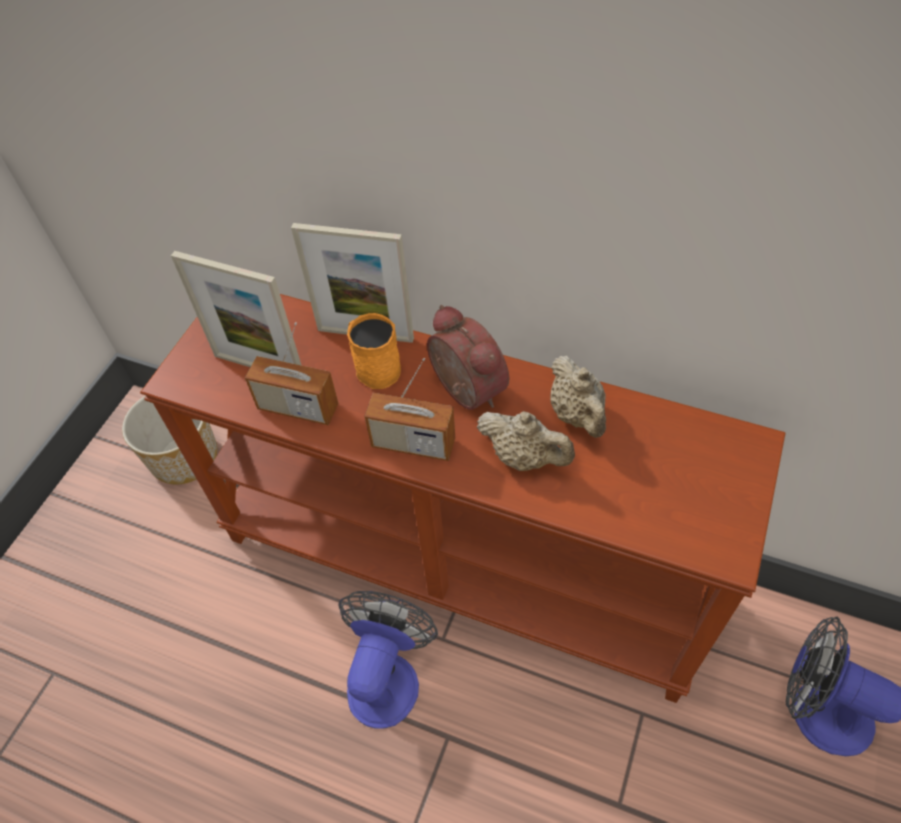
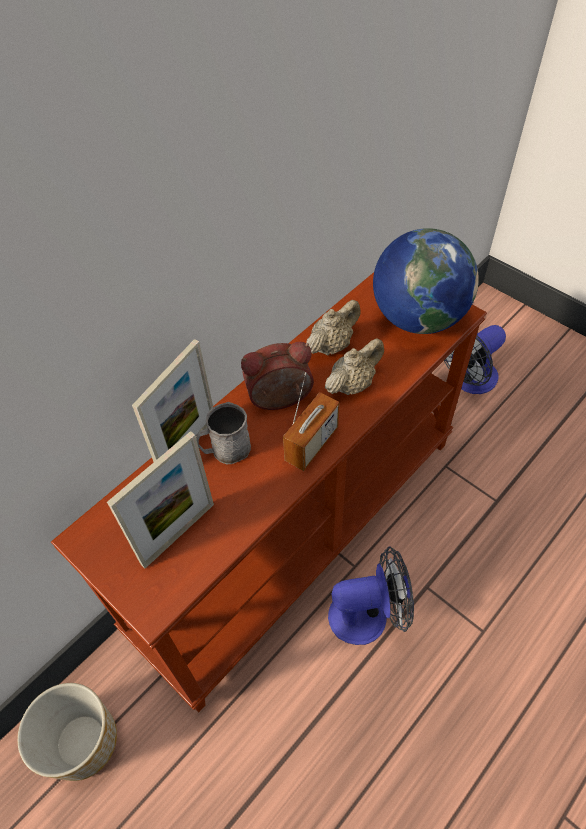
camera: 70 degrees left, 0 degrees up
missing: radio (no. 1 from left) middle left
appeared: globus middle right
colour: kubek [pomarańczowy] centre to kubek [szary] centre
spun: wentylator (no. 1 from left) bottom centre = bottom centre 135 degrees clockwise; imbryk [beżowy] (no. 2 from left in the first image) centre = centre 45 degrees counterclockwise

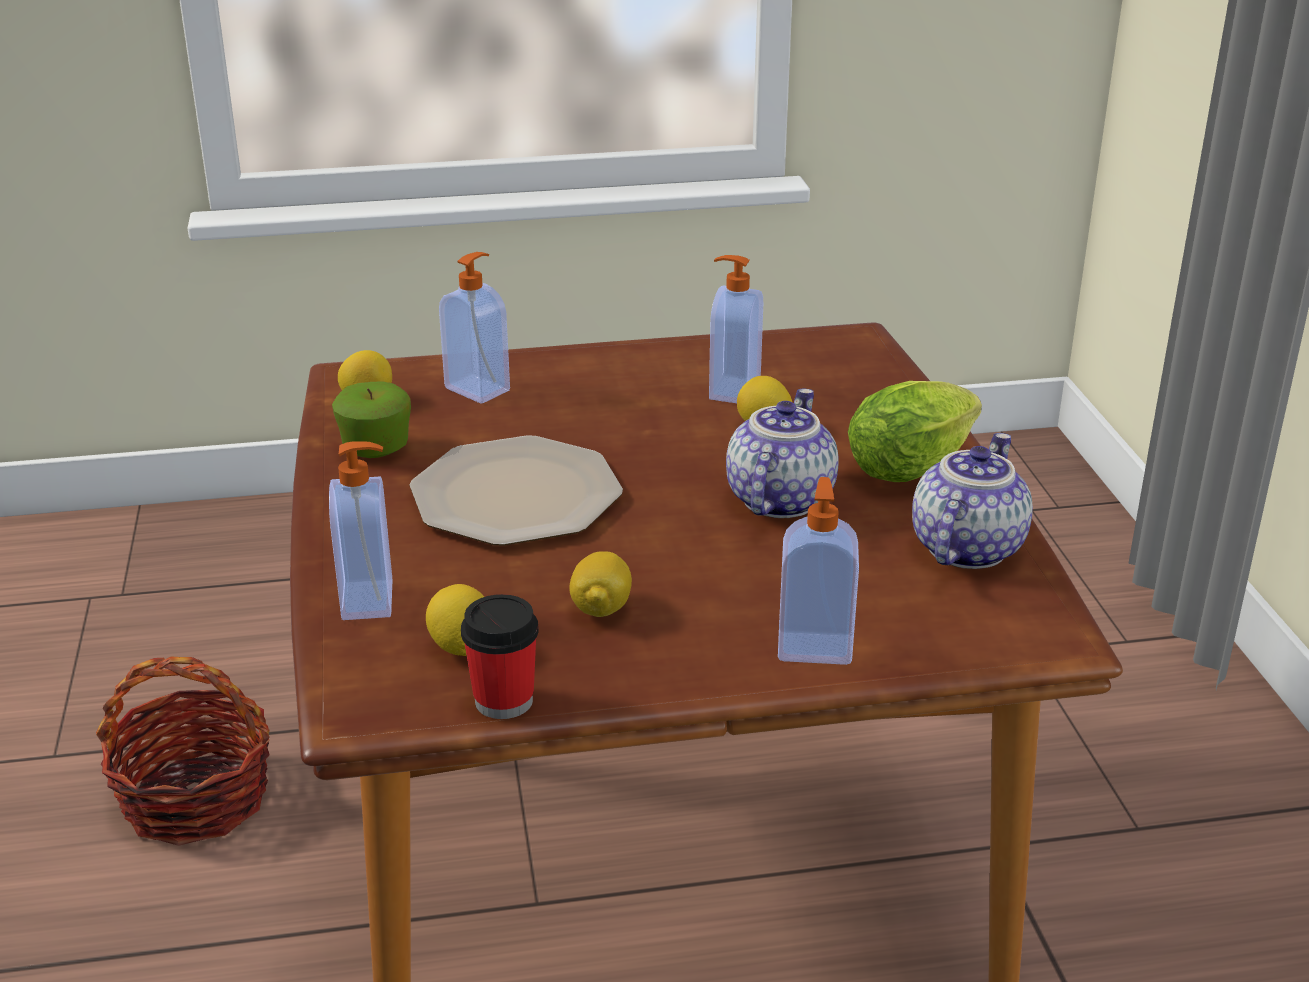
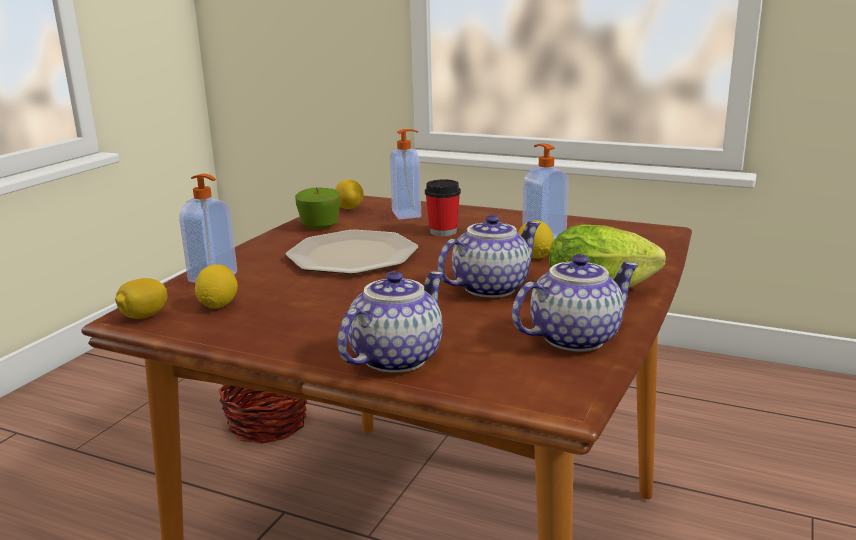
camera: 35 degrees right, 10 degrees down
relocated: filiżanka bottom centre to centre; cytryna (no. 3 from left in the first image) centre to cytryna (no. 1 from left) middle left
exchanged: dozownik mydła (no. 4 from left) centre to imbryk (no. 1 from left) centre

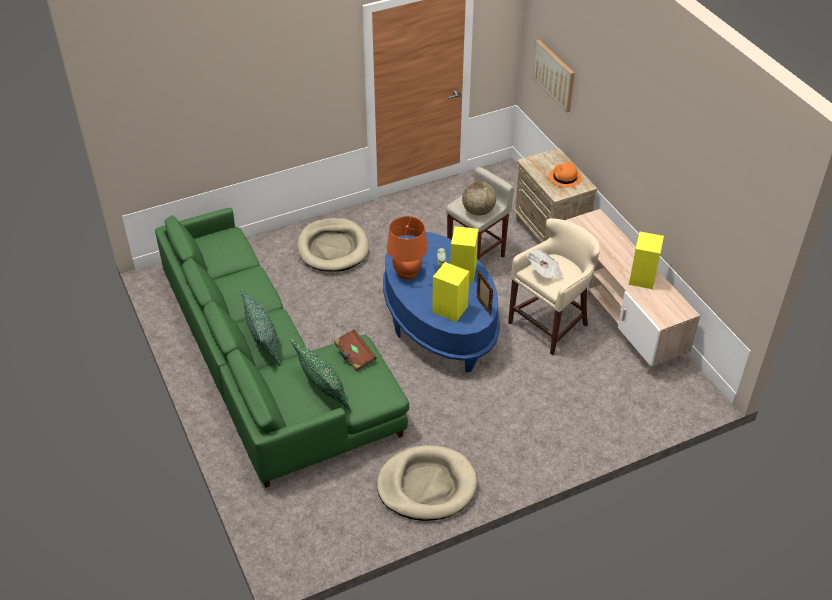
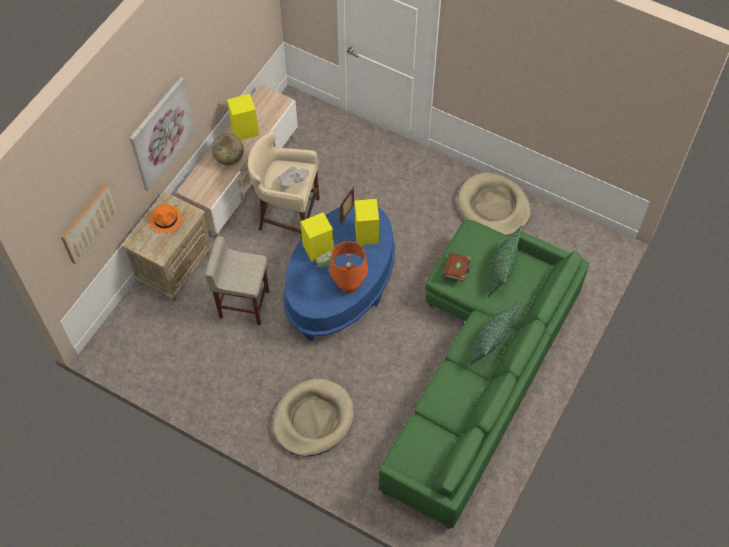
camera: 125 degrees left, 15 degrees up
appeared: obraz (no. 2 from left) top left
relocated: globus top centre to top left

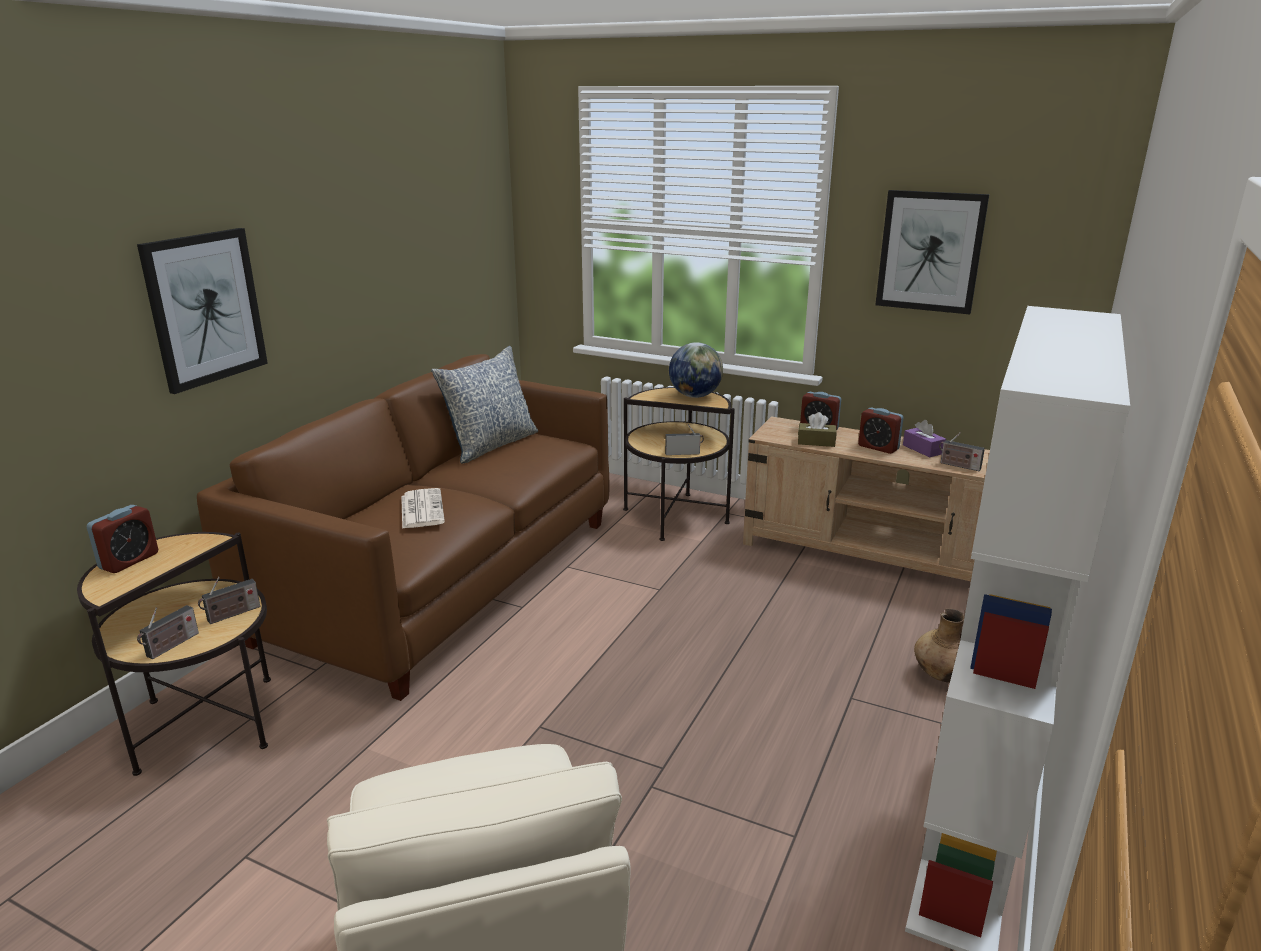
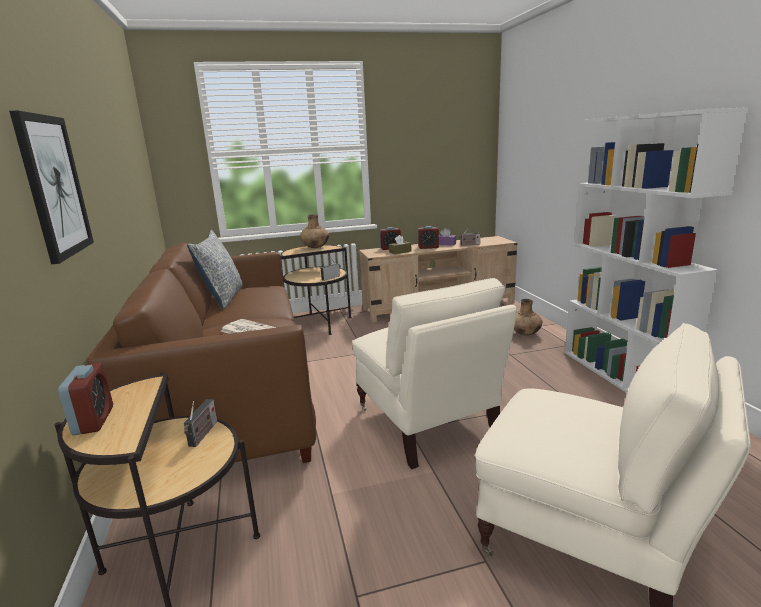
camera: 40 degrees left, 5 degrees down
missing: radio (no. 1 from left) middle left; obraz (no. 2 from left) top right
appeared: fotel [beżowy] (no. 1 from left) centre
exchanged: globus centre to wazon [brązowy] (no. 1 from left) centre

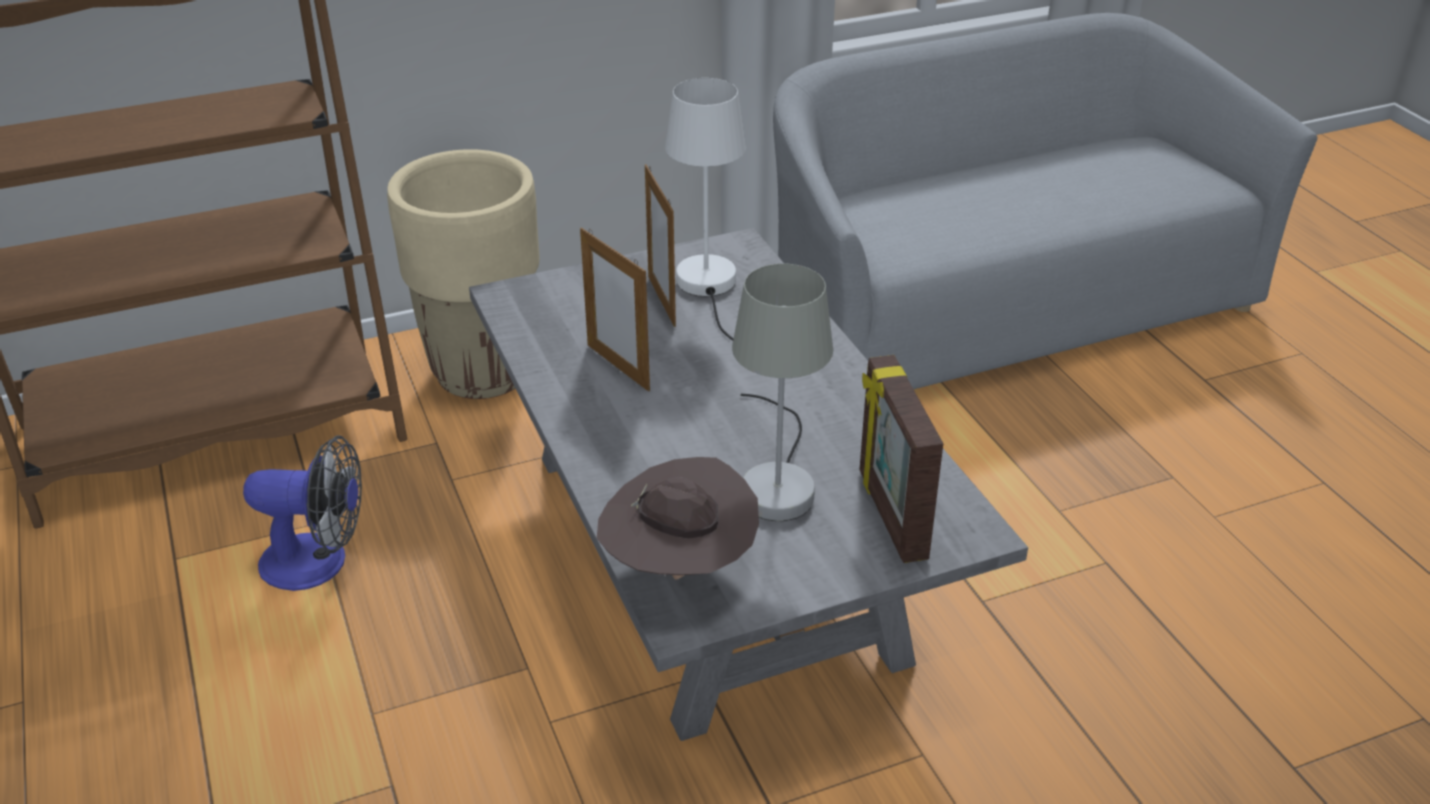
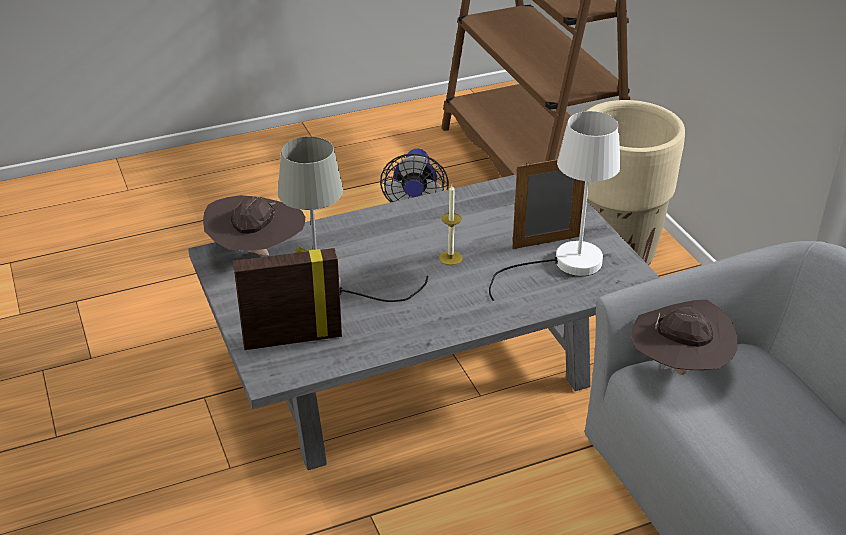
camera: 90 degrees right, 0 degrees up
missing: ramka na zdjęcie (no. 1 from left) centre
appeared: świeca centre; kapelusz [brązowy] (no. 2 from left) middle right

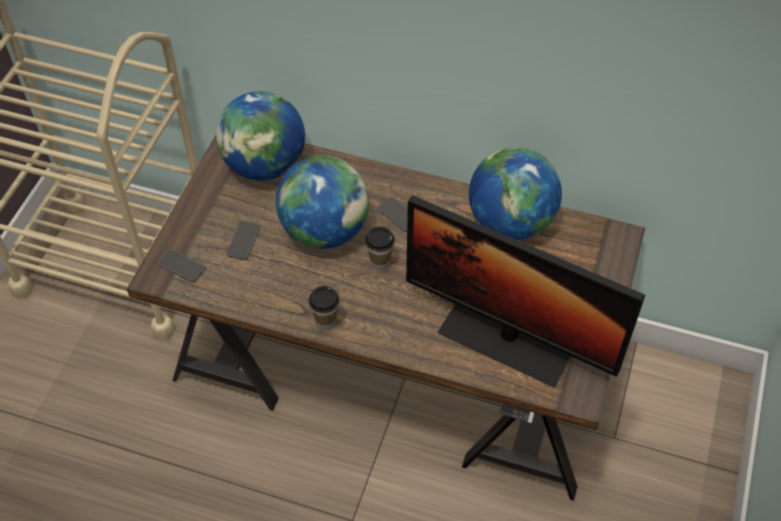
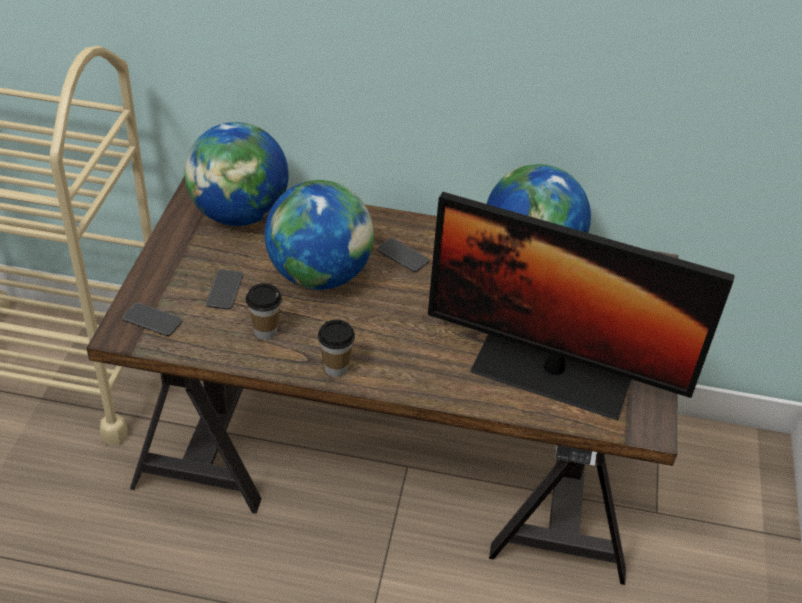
camera: 10 degrees left, 10 degrees down
relocated: filiżanka (no. 2 from left in the first image) centre to filiżanka (no. 1 from left) middle left

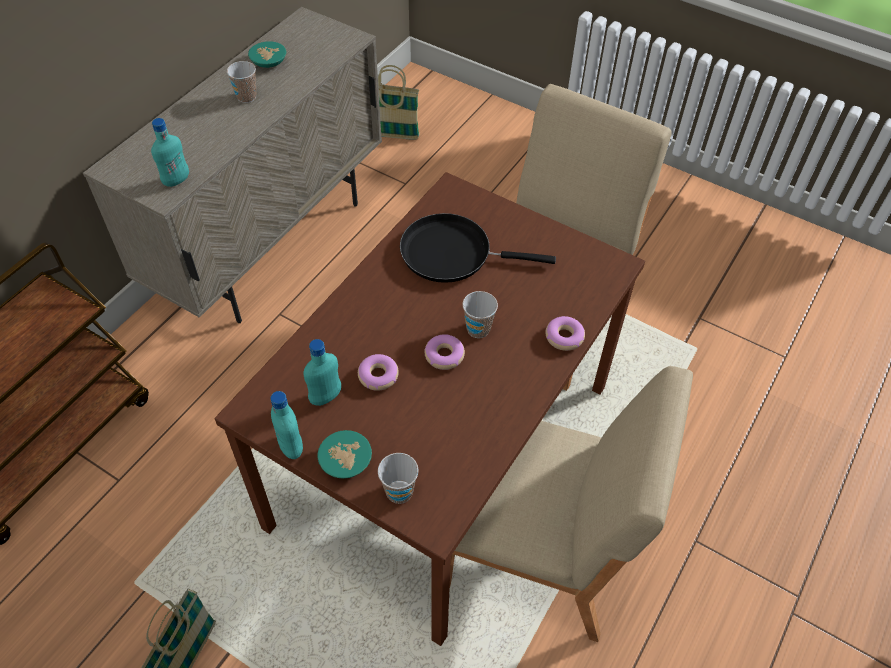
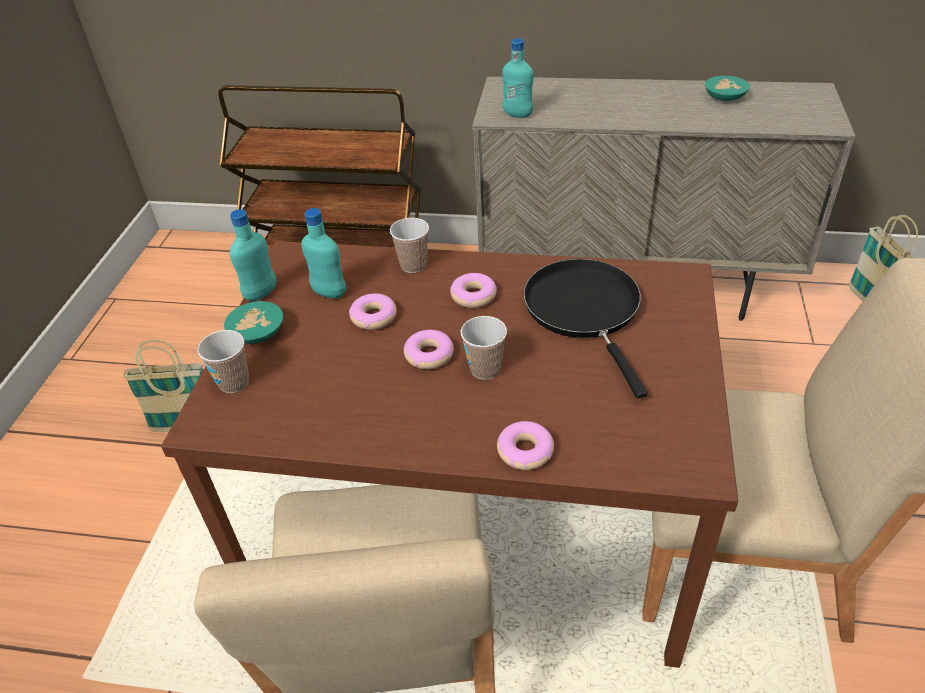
camera: 70 degrees right, 10 degrees down
appeared: donut (no. 3 from left) centre
relocated: filiżanka (no. 1 from left in the first image) top left to filiżanka (no. 2 from left) centre

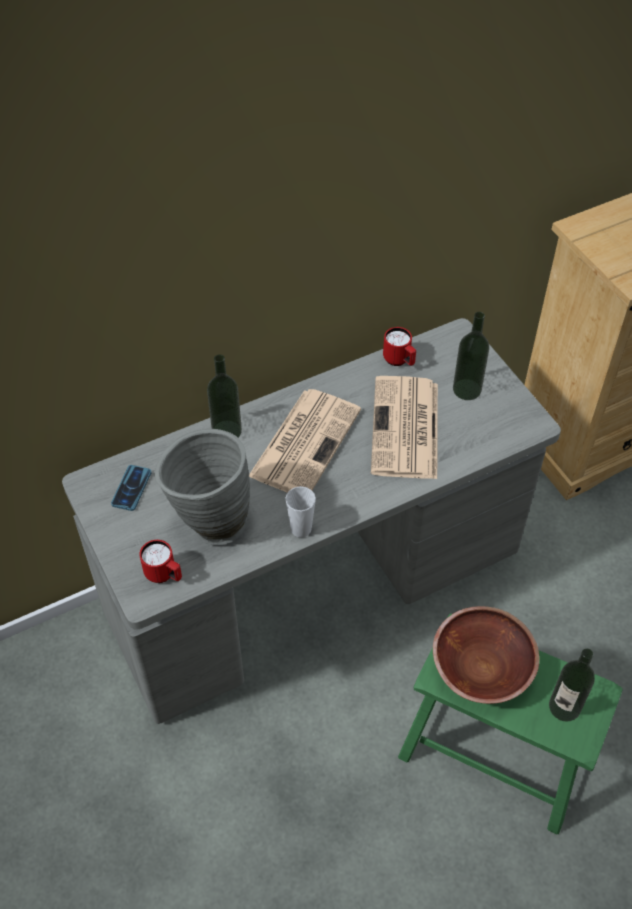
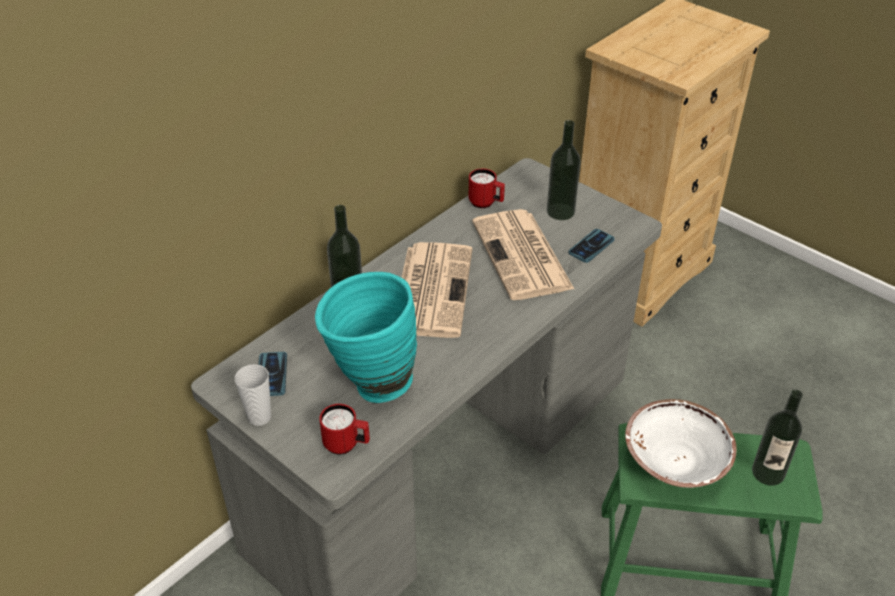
camera: 20 degrees left, 10 degrees down
appeared: telefon (no. 2 from left) centre
relocated: filiżanka centre to middle left
colour: wazon [szary] middle left to wazon [turkusowy] centre; miska [brązowy] bottom right to miska [biały] bottom right

